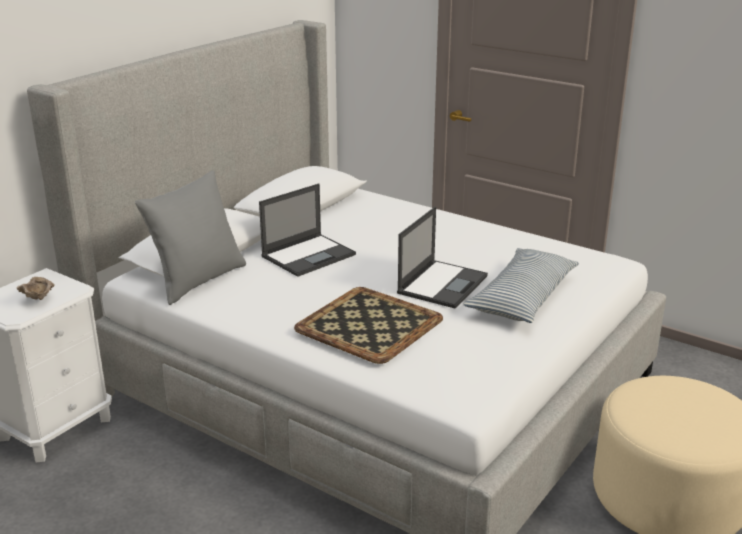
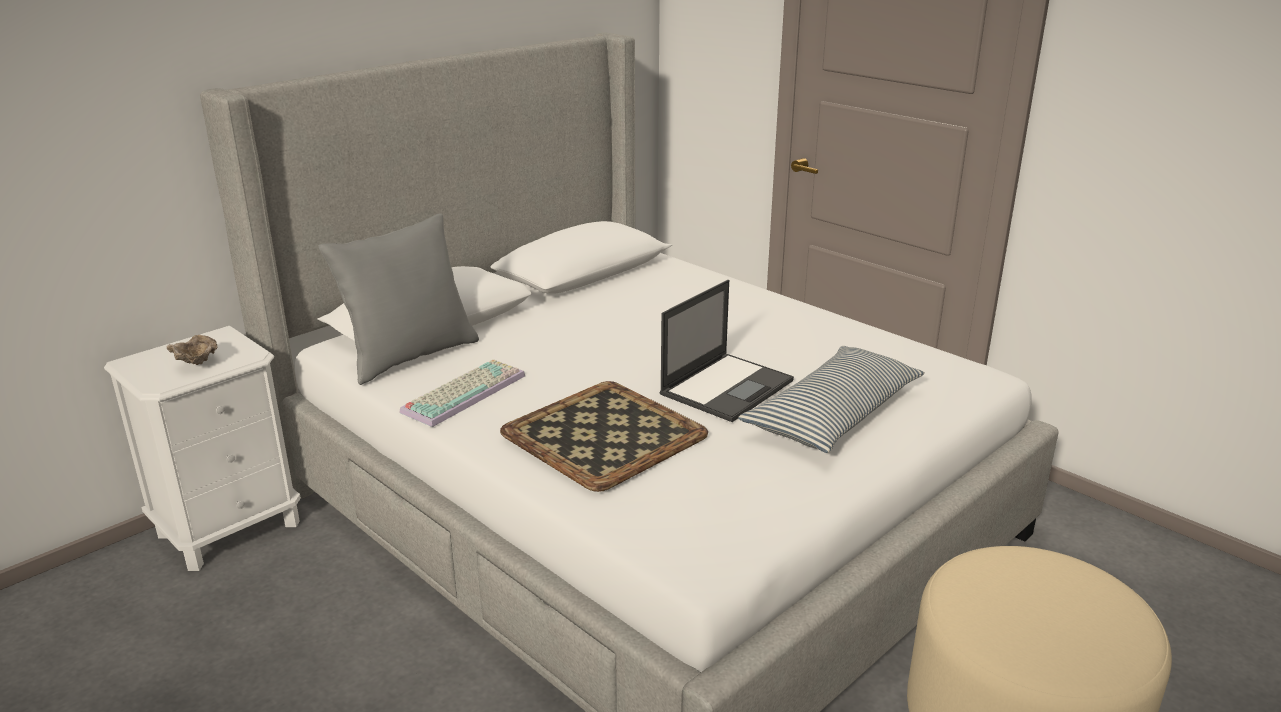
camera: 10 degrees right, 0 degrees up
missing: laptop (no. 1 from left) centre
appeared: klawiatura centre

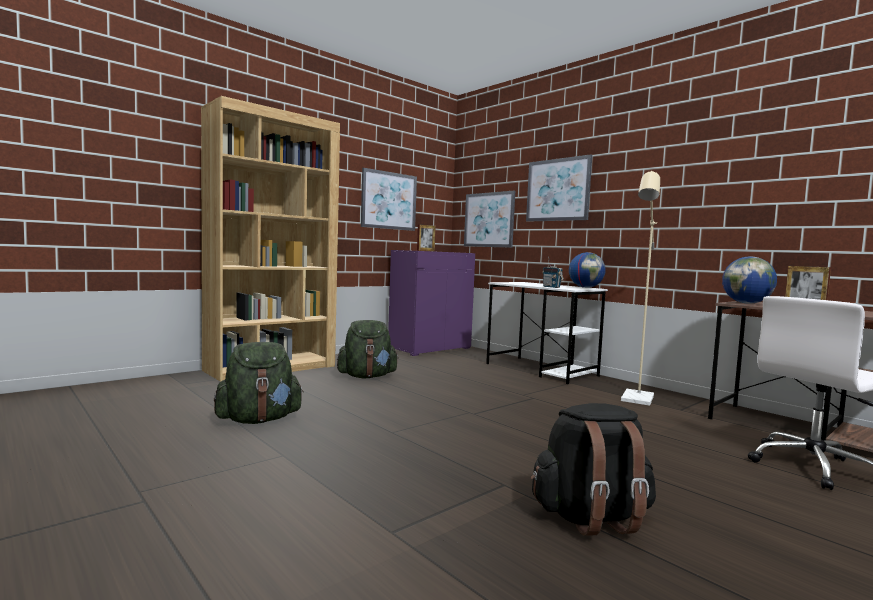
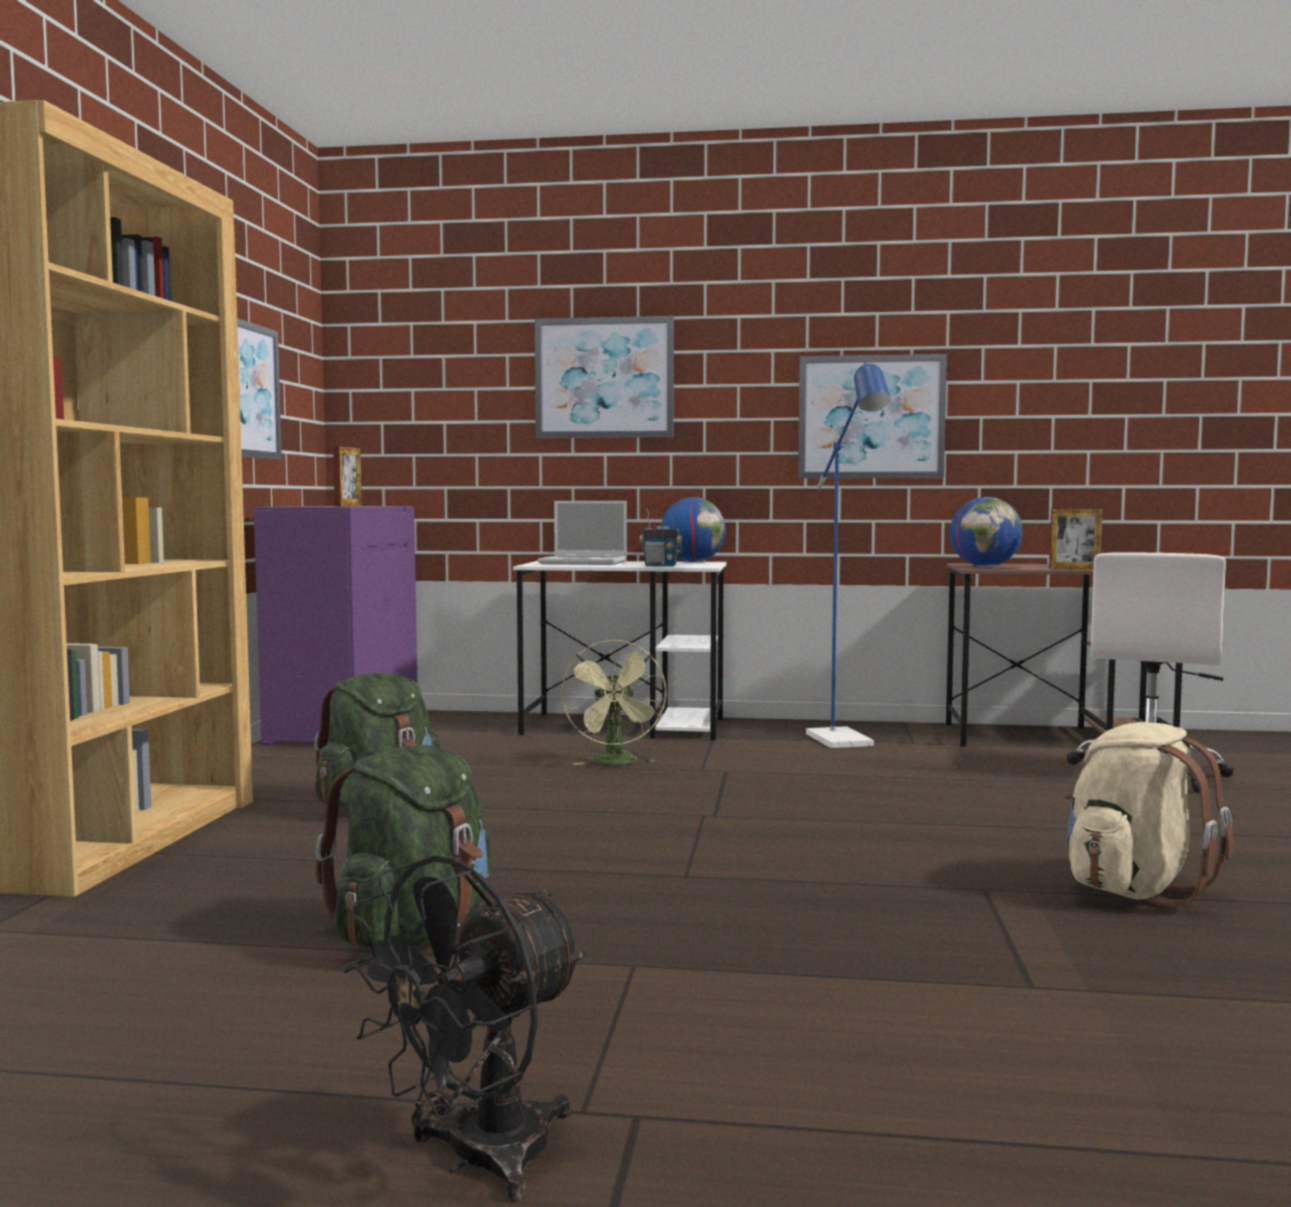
camera: 40 degrees left, 0 degrees up
appeared: wentylator [czarny] bottom centre; laptop centre; wentylator [zielony] centre
relocated: obraz (no. 2 from left in the first image) centre to obraz (no. 3 from left) middle right
colour: plecak [czarny] bottom right to plecak [beżowy] bottom right; lampa stojąca [beżowy] middle right to lampa stojąca [niebieski] centre

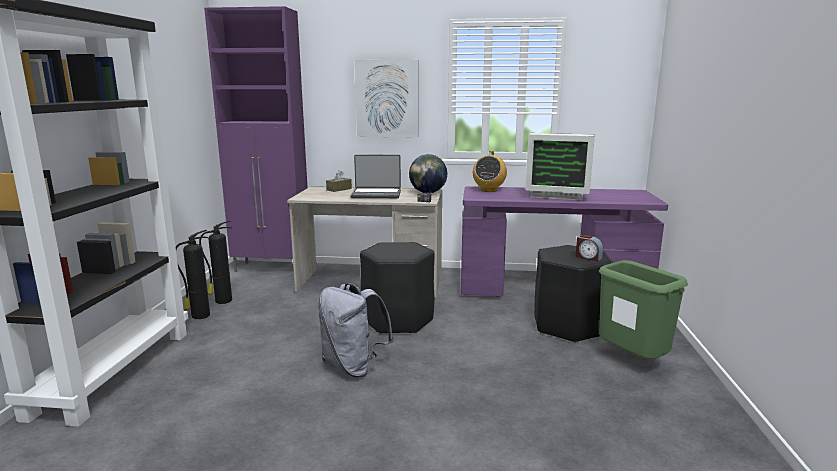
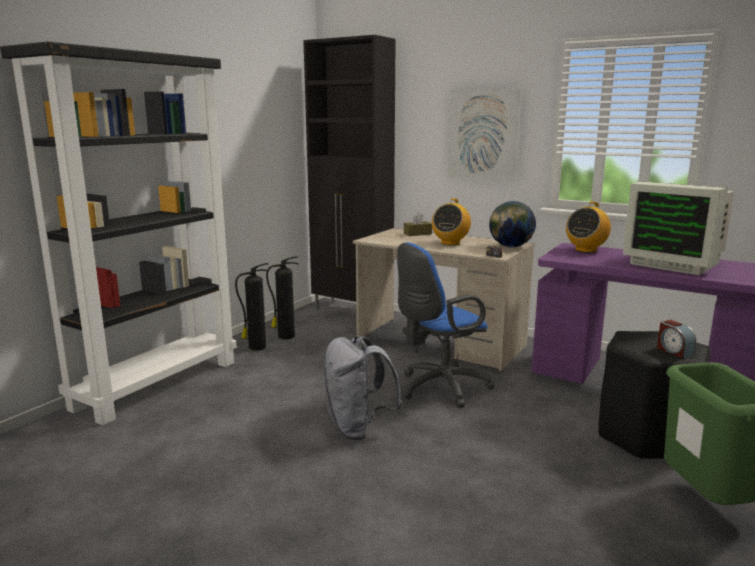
camera: 25 degrees right, 0 degrees up
exchanged: laptop centre to radio (no. 1 from left) centre; stołek [czarny] (no. 1 from left) centre to krzesło biurowe [niebieski] centre
colour: szafka [fioletowy] top left to szafka [czarny] top centre

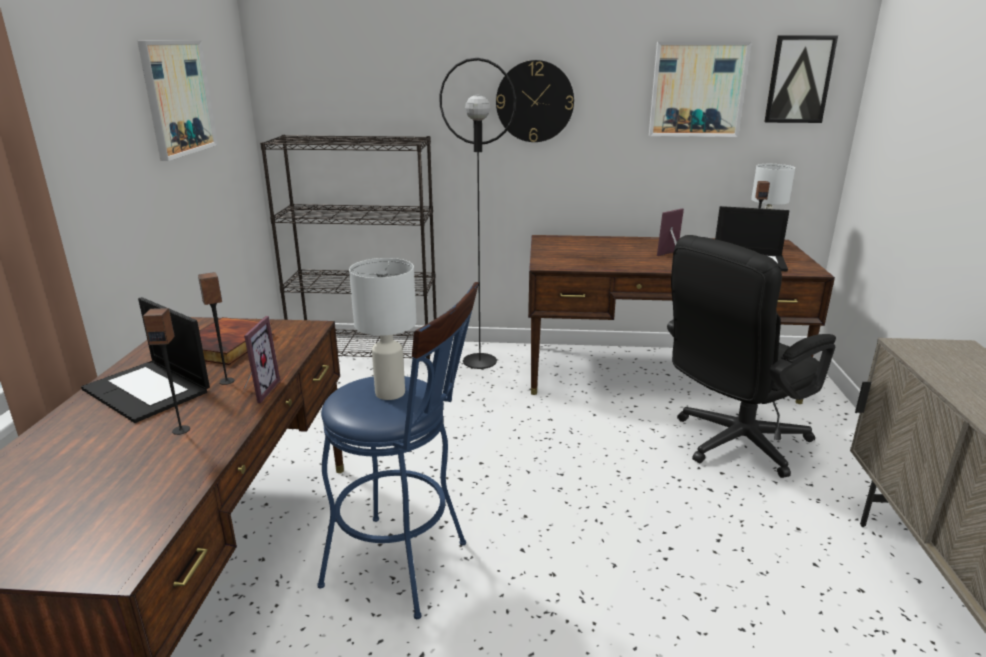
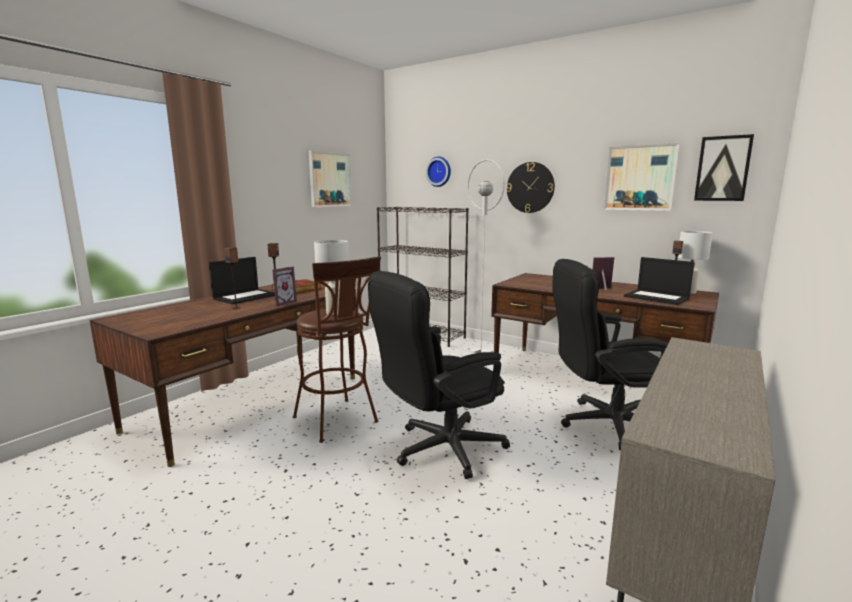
camera: 30 degrees right, 10 degrees down
appeared: krzesło biurowe [czarny] (no. 1 from left) centre; zegar ścienny (no. 1 from left) top centre
colour: stołek [niebieski] bottom centre to stołek [brązowy] centre; lampa stojąca [czarny] top centre to lampa stojąca [biały] centre
spun: laptop (no. 1 from left) middle left = middle left 120 degrees counterclockwise

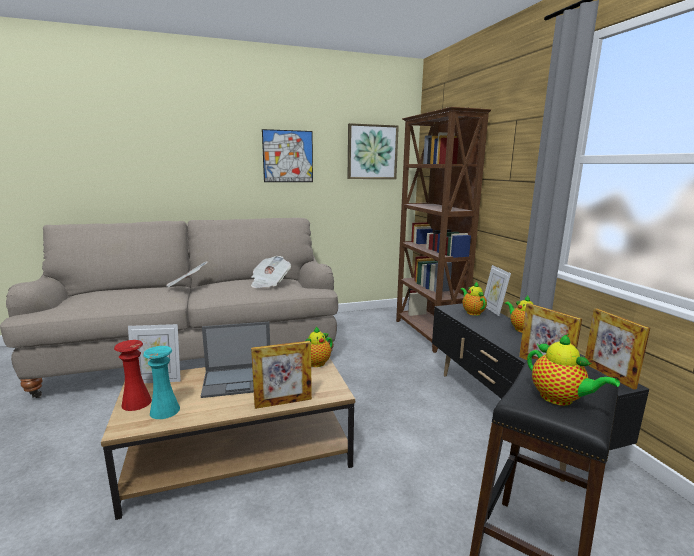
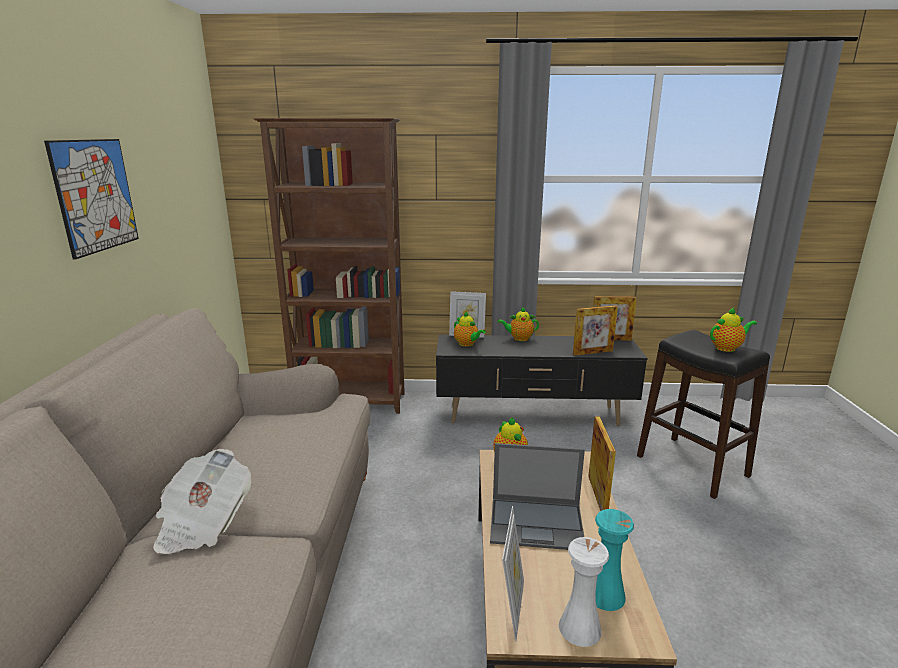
camera: 70 degrees left, 5 degrees up
missing: gazeta (no. 2 from left) centre; obraz (no. 2 from left) top centre
colour: wazon [czerwony] bottom left to wazon [biały] bottom centre
spun: laptop centre = bottom centre 90 degrees clockwise; imbryk (no. 2 from left in the first image) middle right = centre 135 degrees counterclockwise

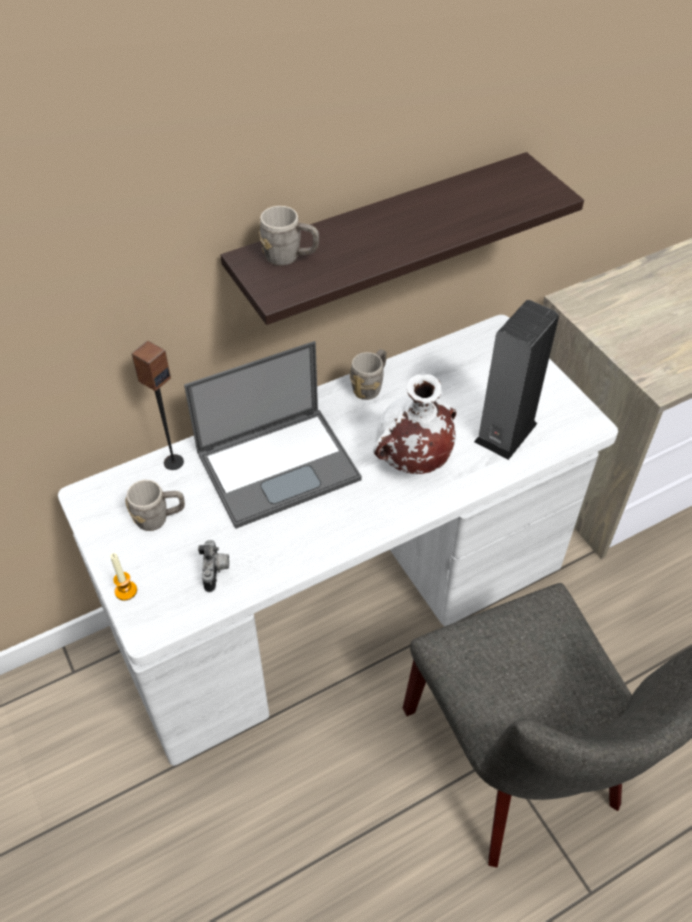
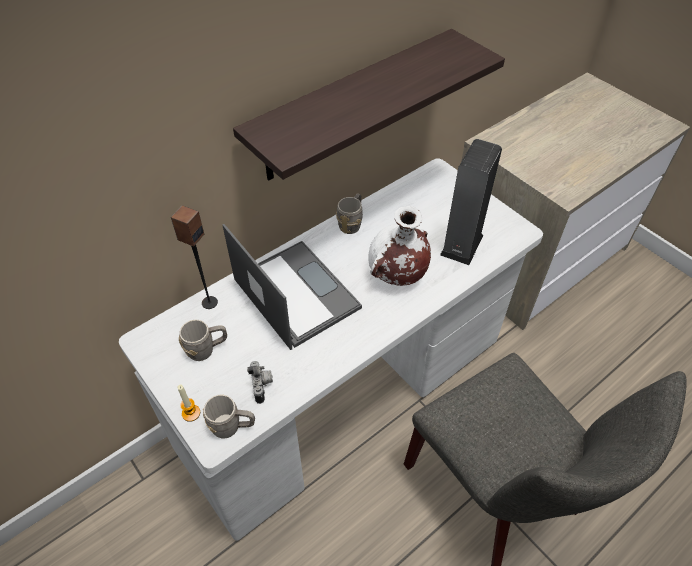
camera: 10 degrees left, 0 degrees up
relocated: kubek [szary] (no. 2 from left) top centre to bottom left
spun: laptop centre = centre 90 degrees counterclockwise

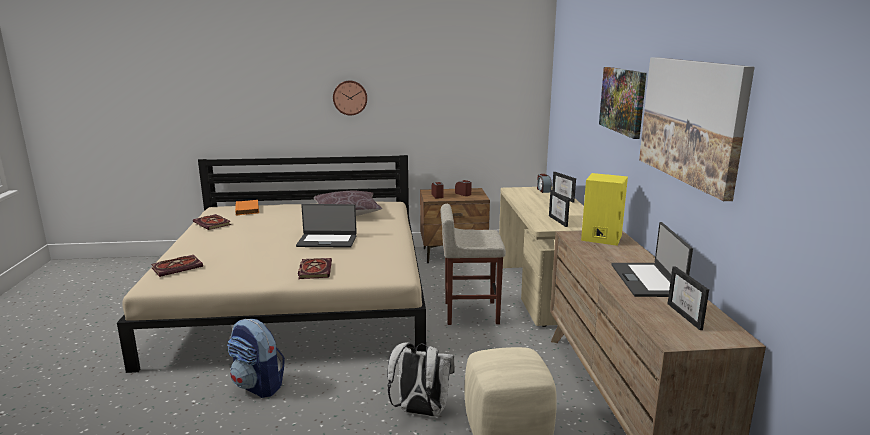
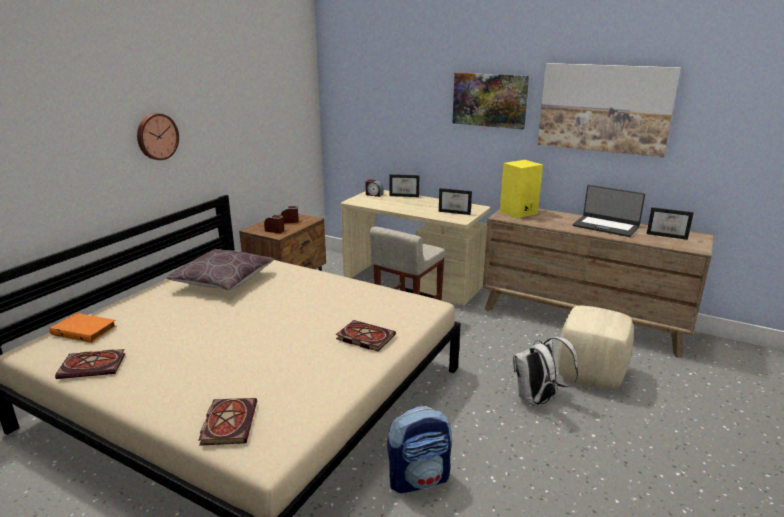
camera: 55 degrees left, 5 degrees up
missing: laptop (no. 1 from left) centre

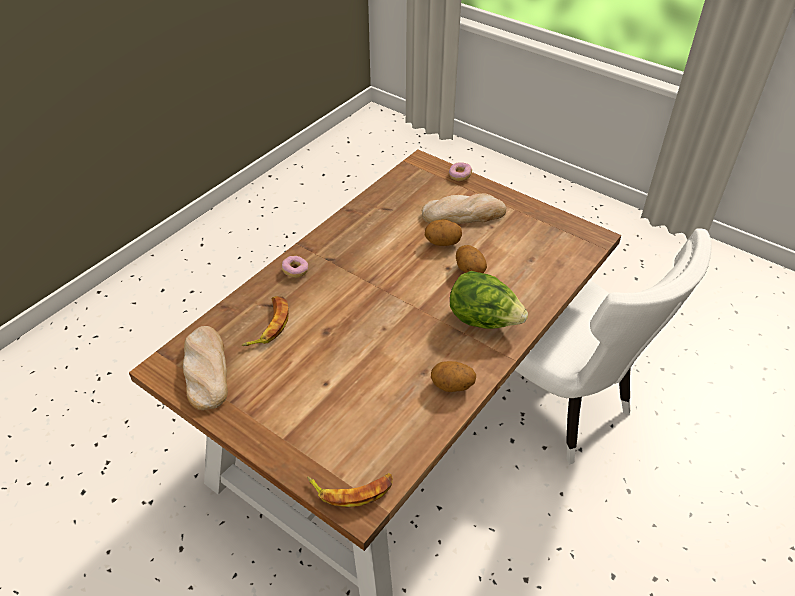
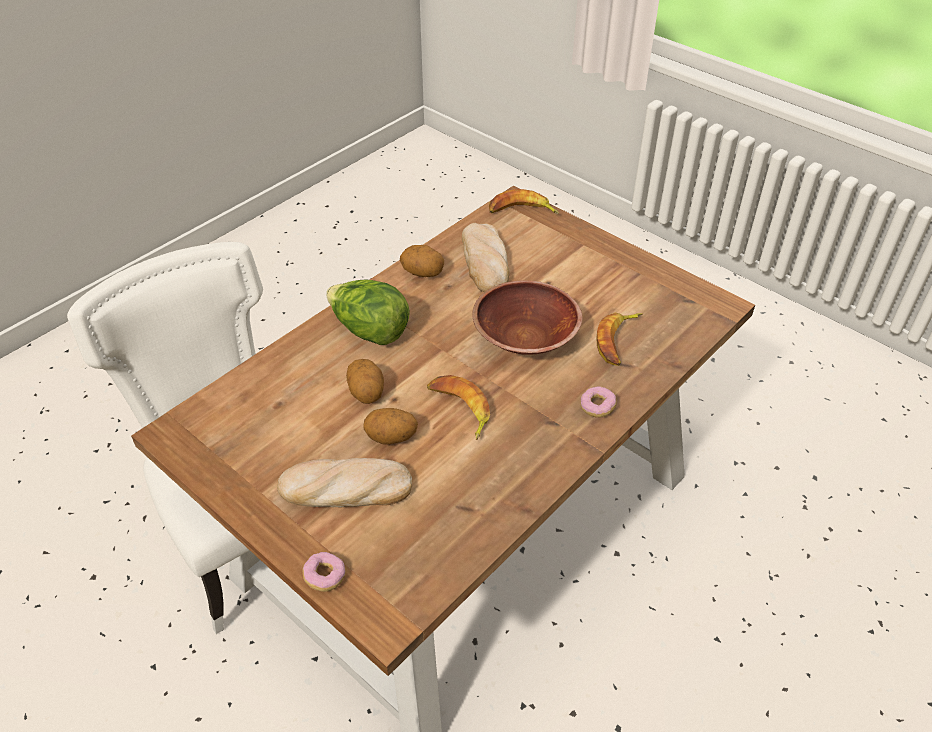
camera: 175 degrees left, 0 degrees up
appeared: banan (no. 1 from left) centre; miska [brązowy] centre
relocated: chleb (no. 1 from left in the first image) middle left to chleb (no. 2 from left) centre

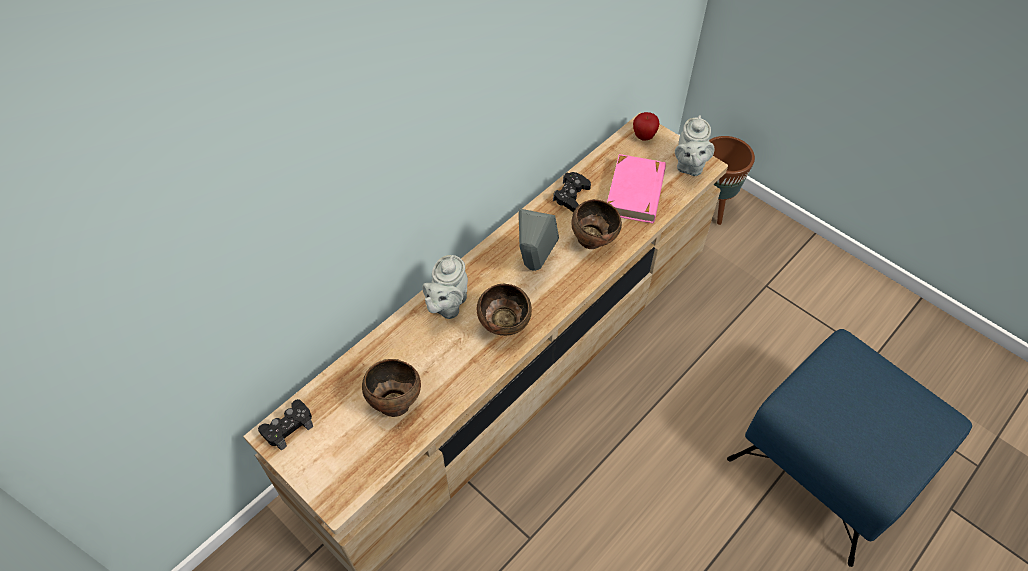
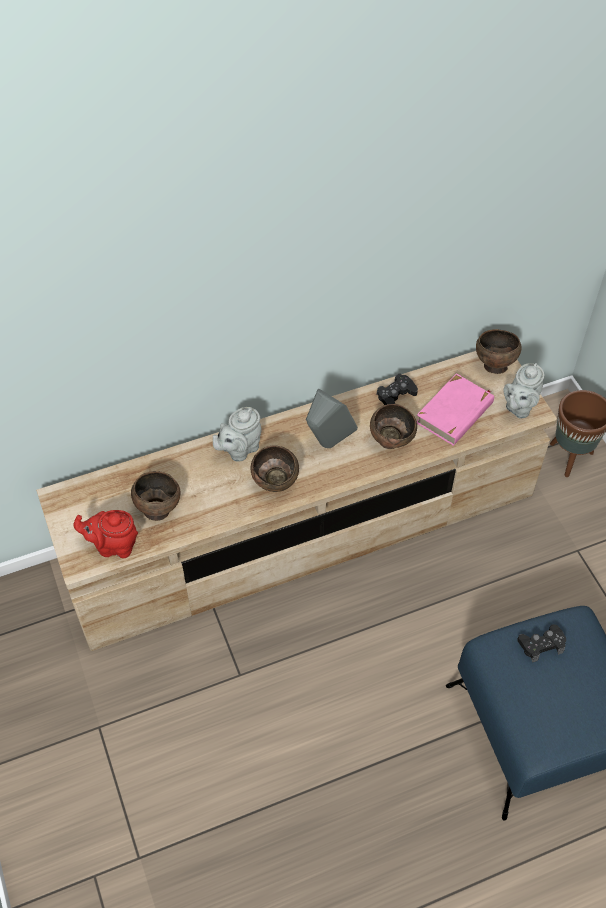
camera: 25 degrees right, 0 degrees up
appeared: imbryk [czerwony] middle left
relocated: pad do gier [czarny] (no. 1 from left in the first image) bottom left to pad do gier [czarny] (no. 2 from left) bottom right
exchanged: jabłko top centre to miska [brązowy] (no. 4 from left) middle right

